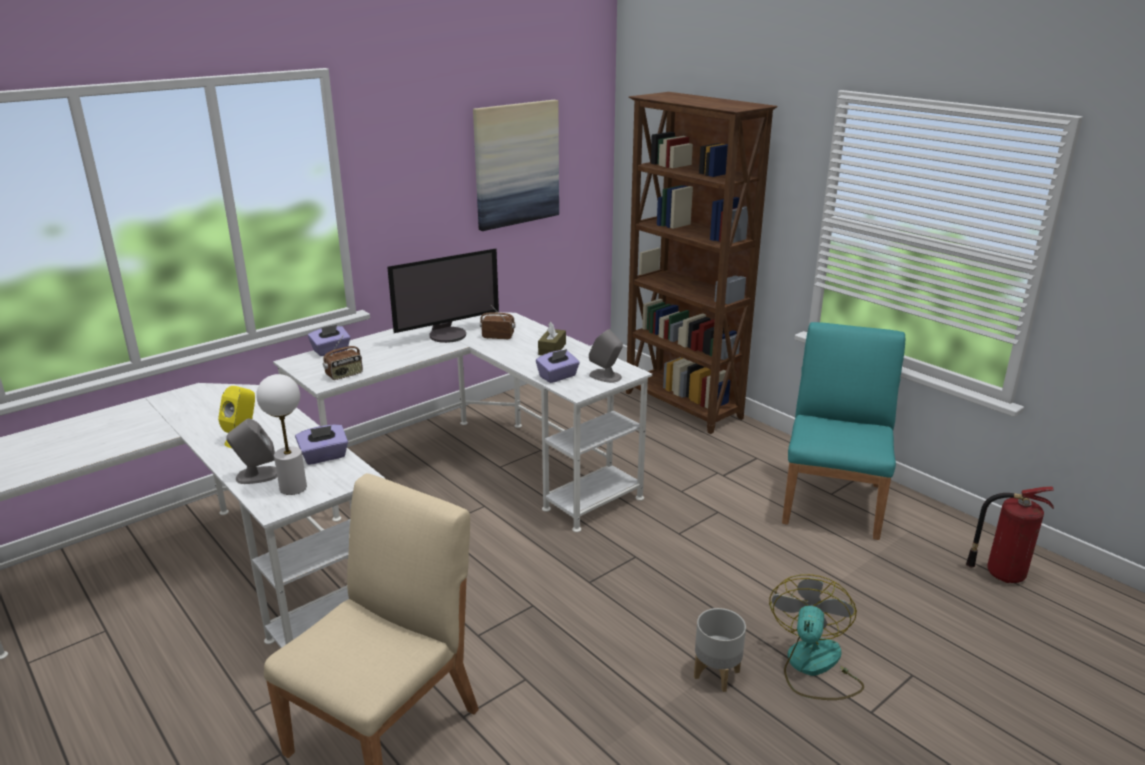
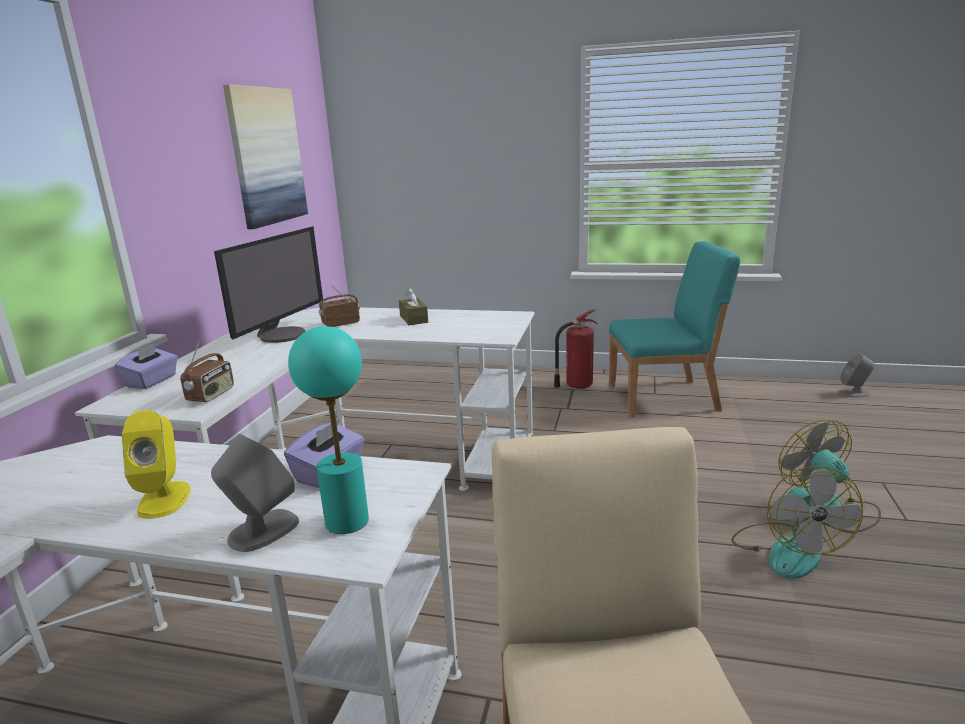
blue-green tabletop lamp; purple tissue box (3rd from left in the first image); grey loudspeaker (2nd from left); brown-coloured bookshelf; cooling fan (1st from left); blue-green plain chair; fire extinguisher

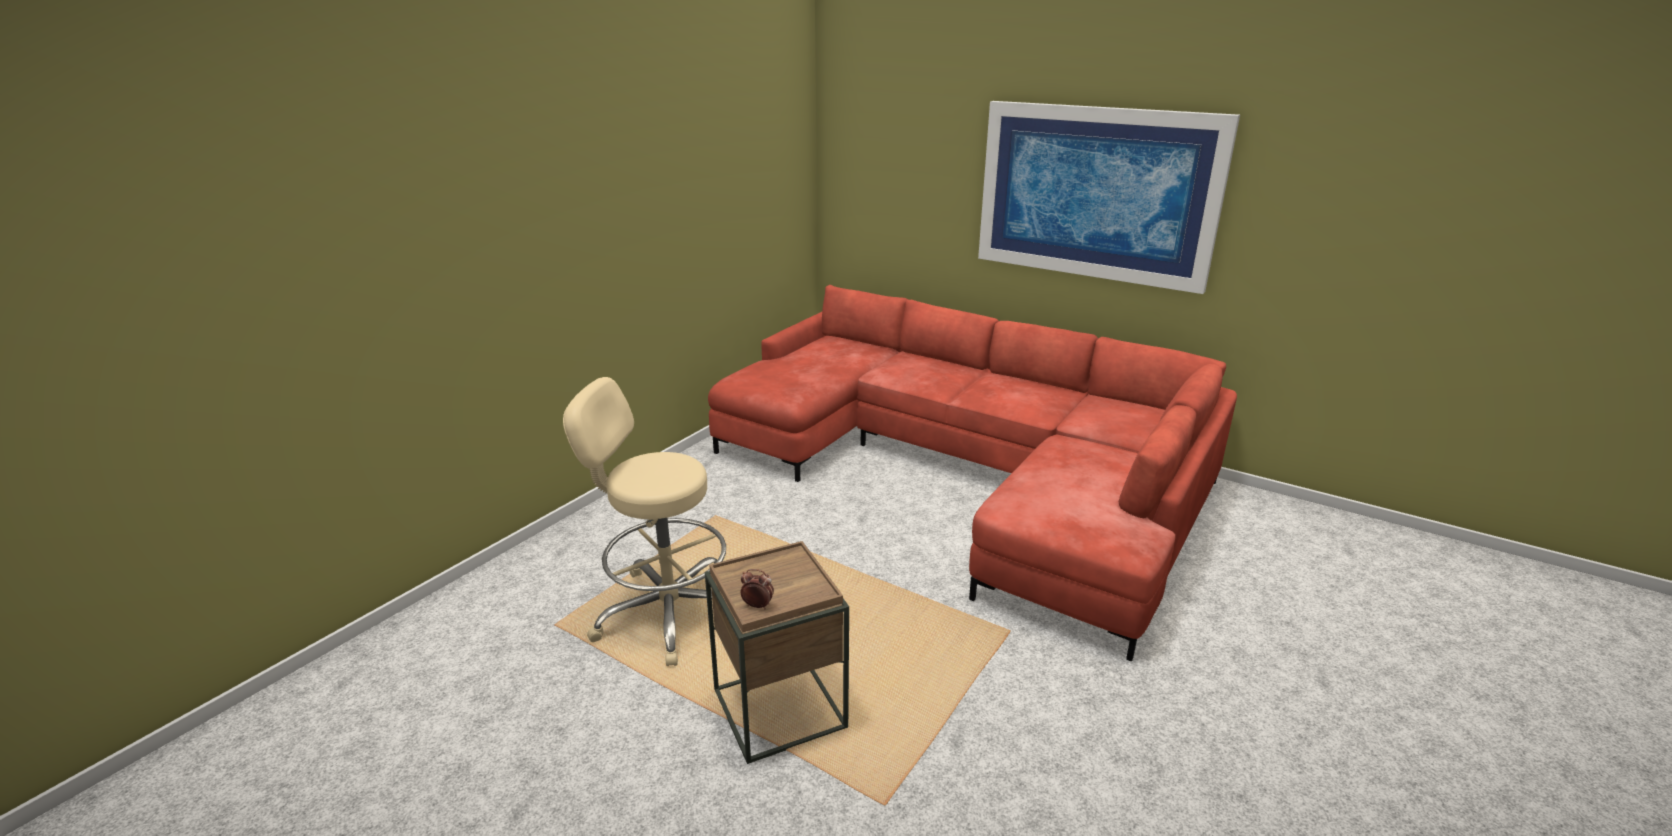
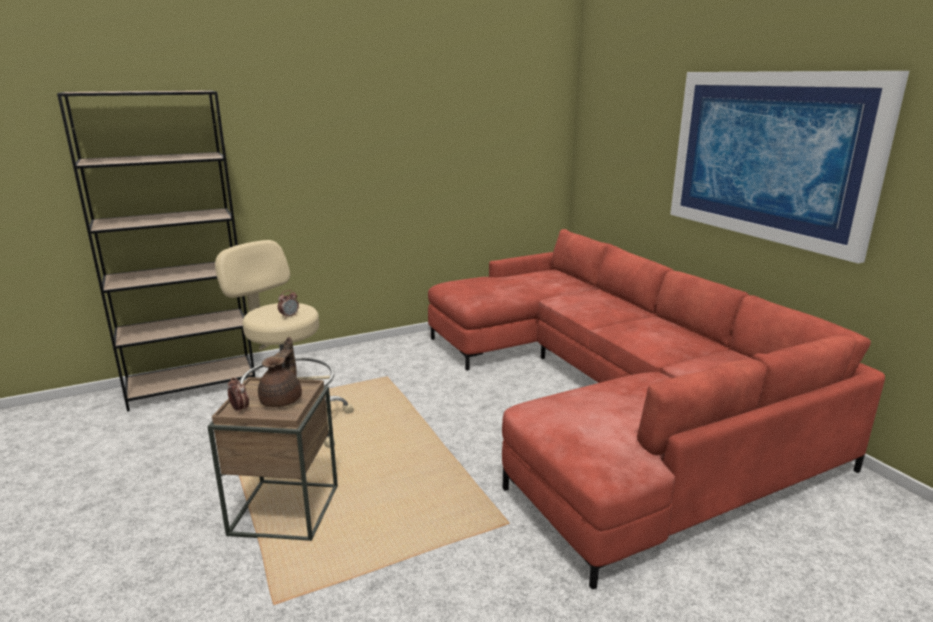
beige-coloured bookshelf; brown-coloured teapot; alarm clock (2nd from left)

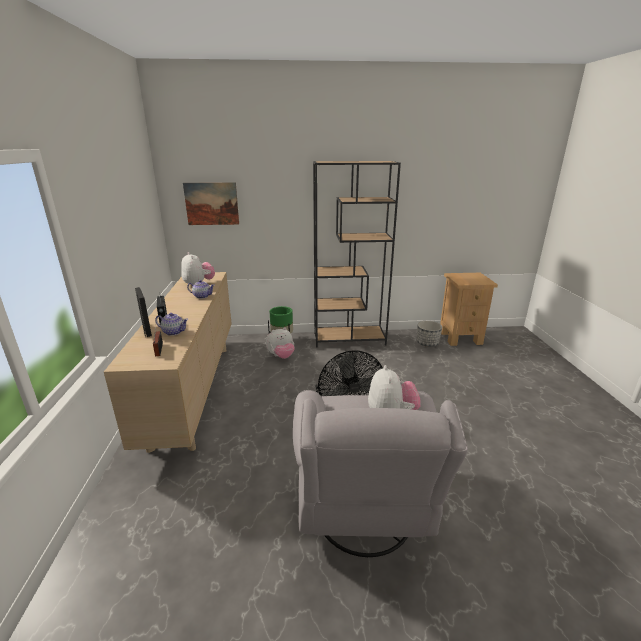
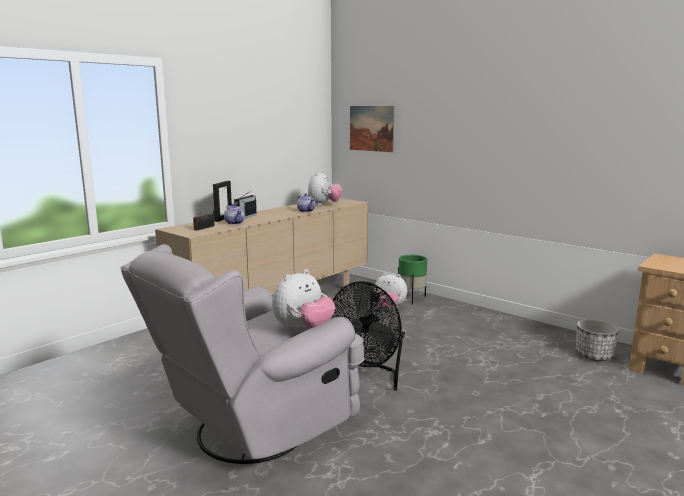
bookshelf

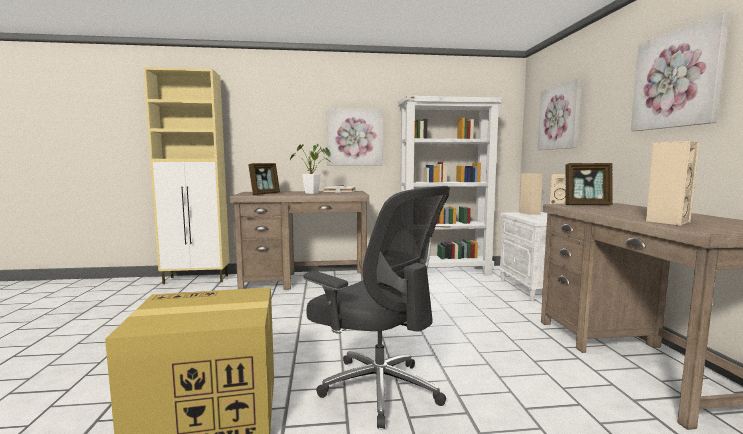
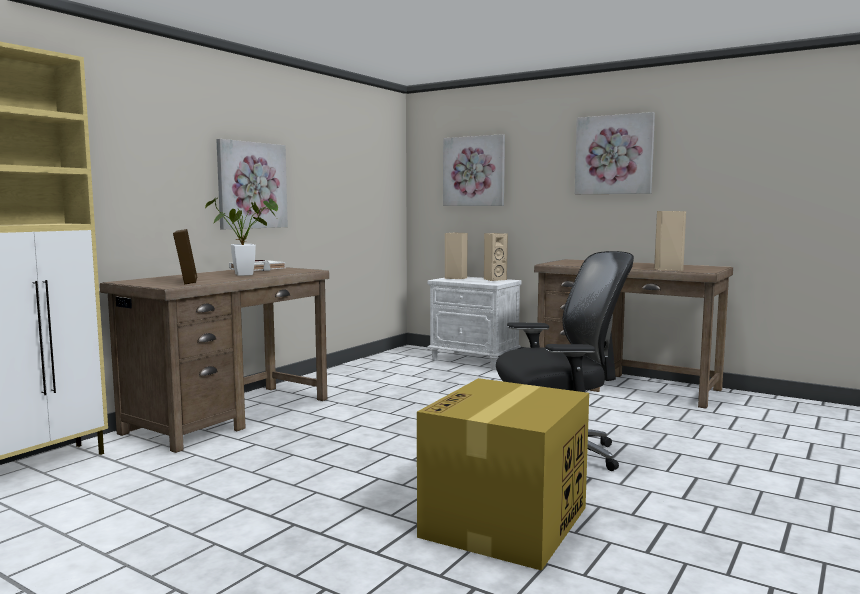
white bookshelf; standing frame (2nd from left in the first image)

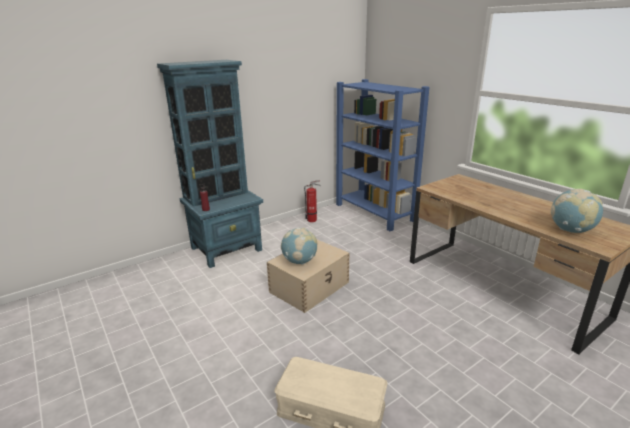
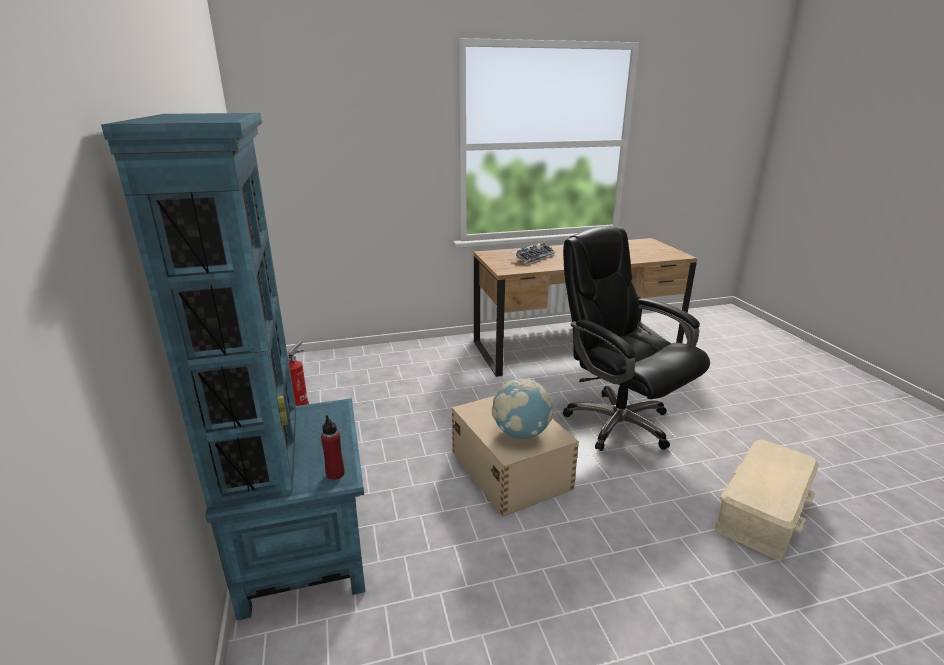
blue bookshelf; desk globe (2nd from left in the first image); PC keyboard; black desk chair

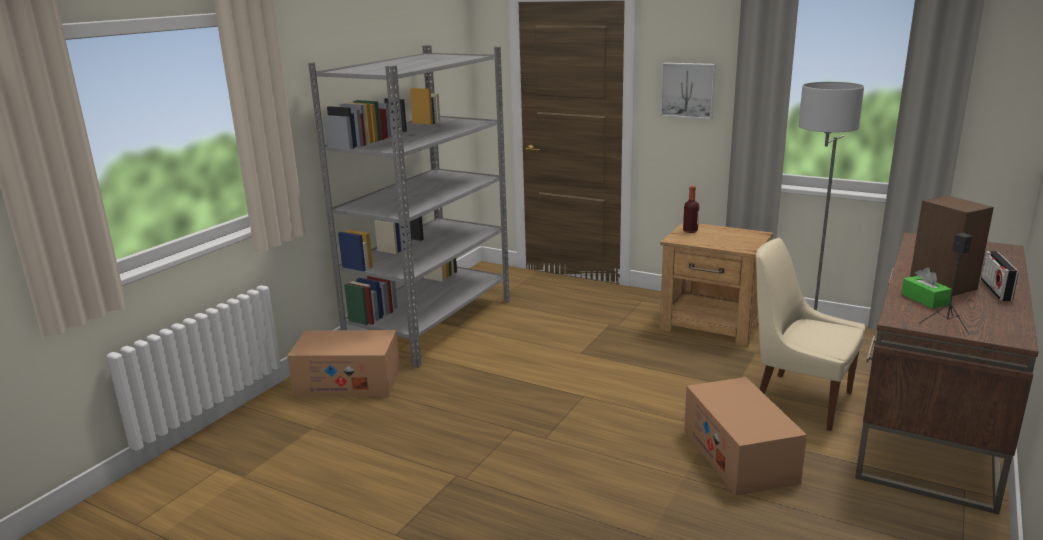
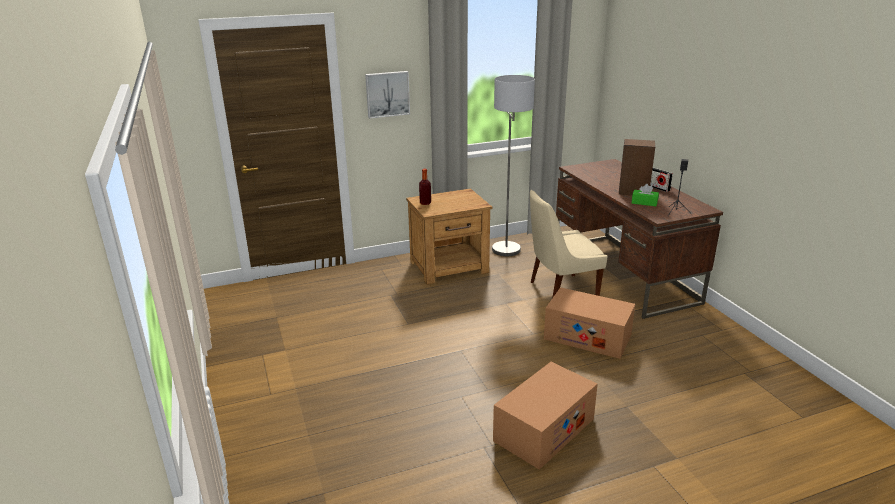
packing box (1st from left); grey bookshelf

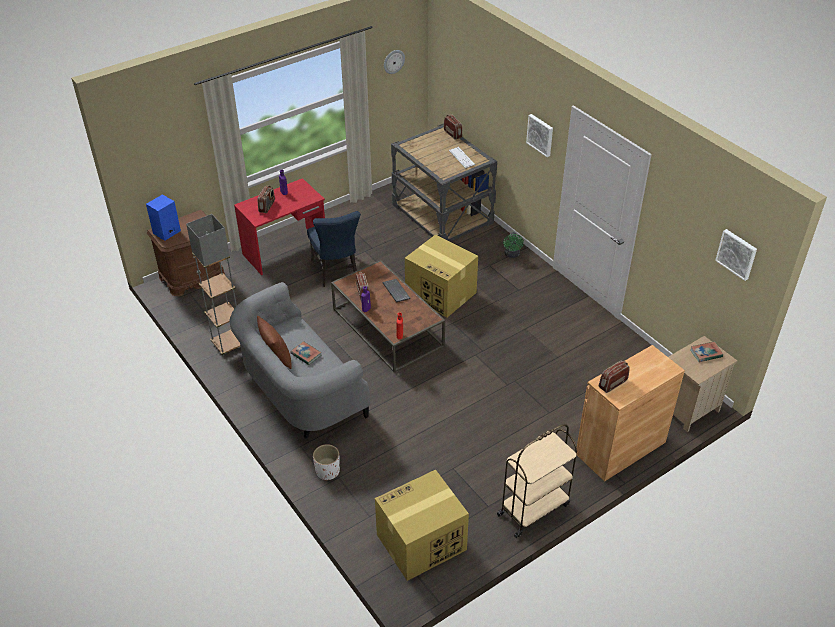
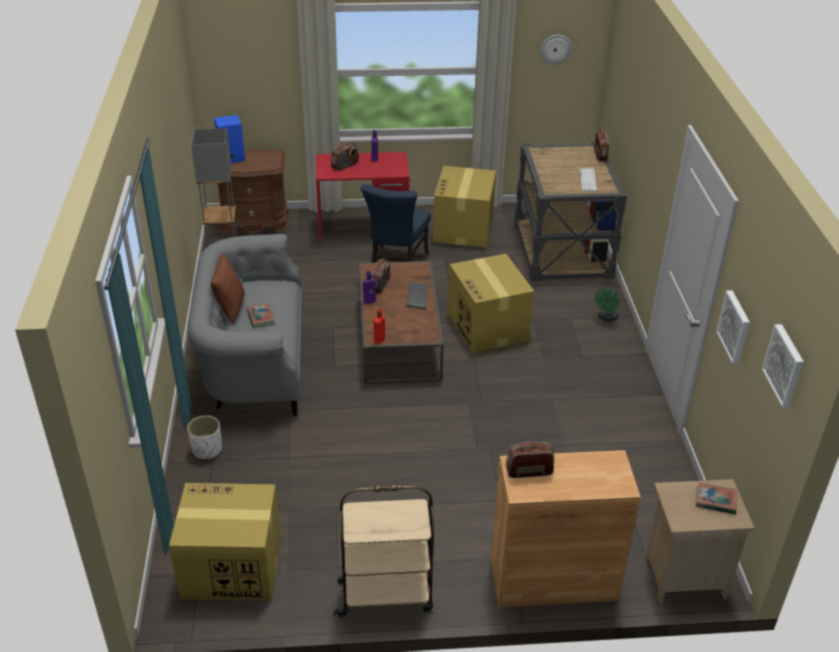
wall art (1st from left); packing box (2nd from left)

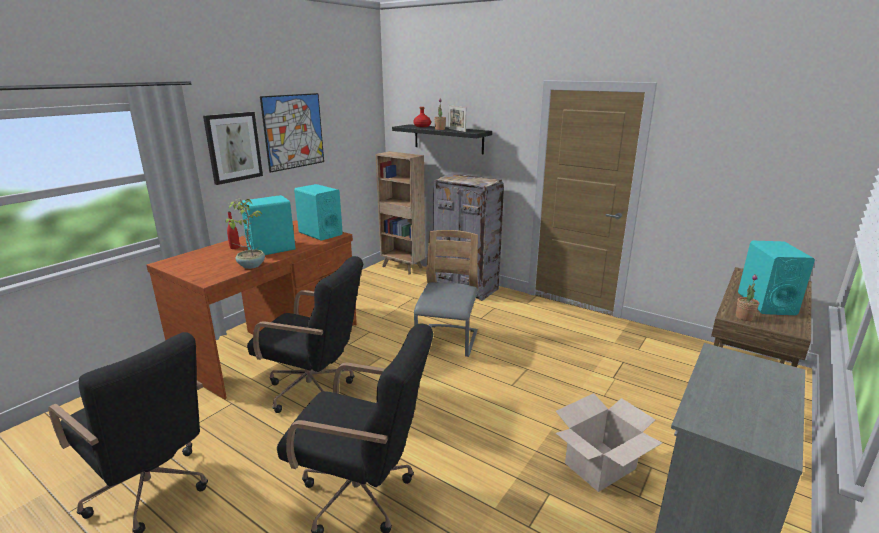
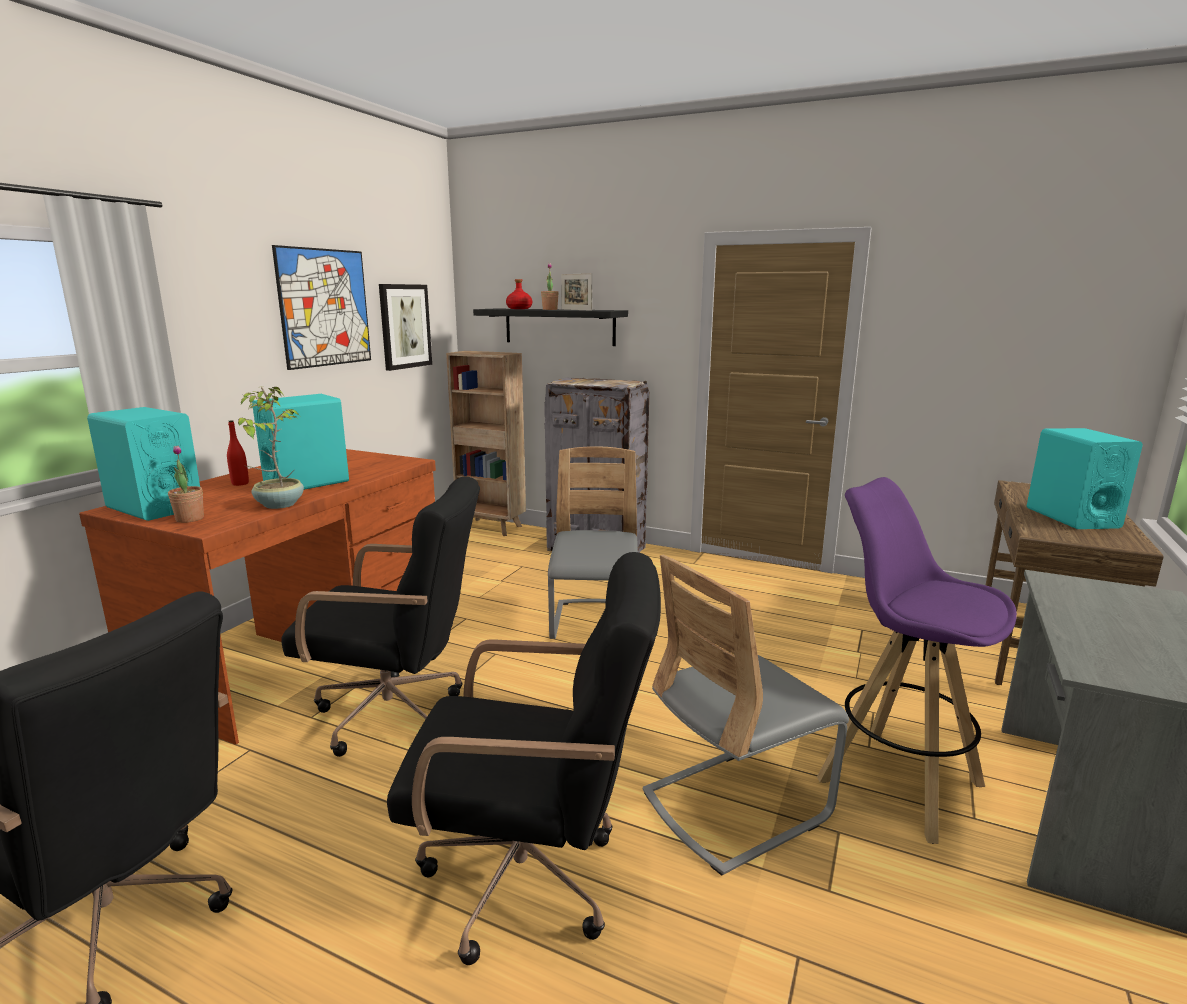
wall art (2nd from left); blue-green loudspeaker (1st from left); purple stool; houseplant (1st from left); grey plain chair (2nd from left)

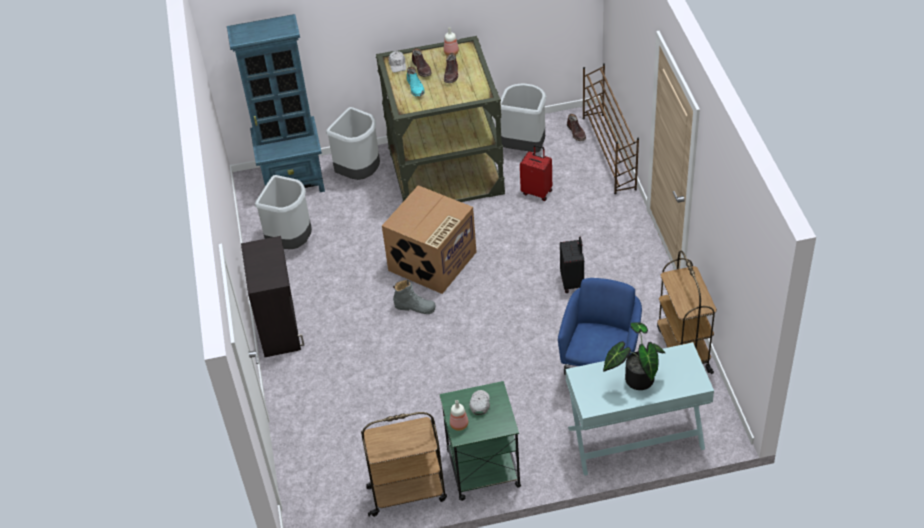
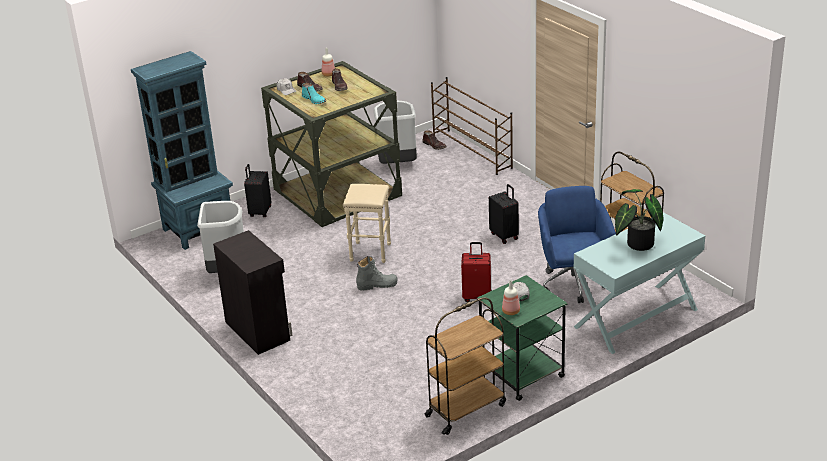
black suitcase (1st from left); beige-coloured stool; red suitcase

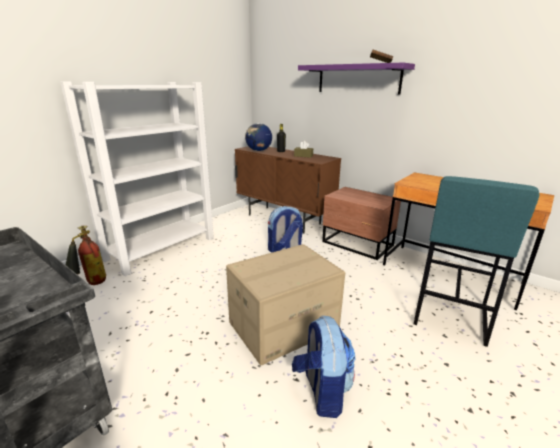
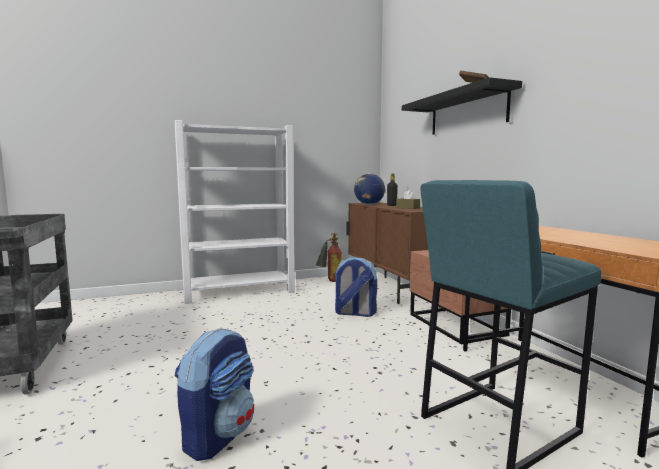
fire extinguisher; packing box; black bracket shelf

